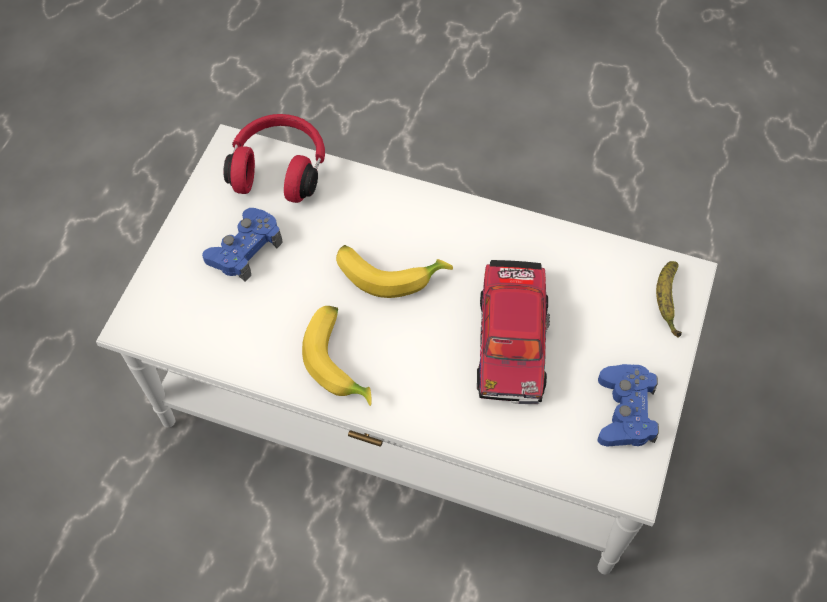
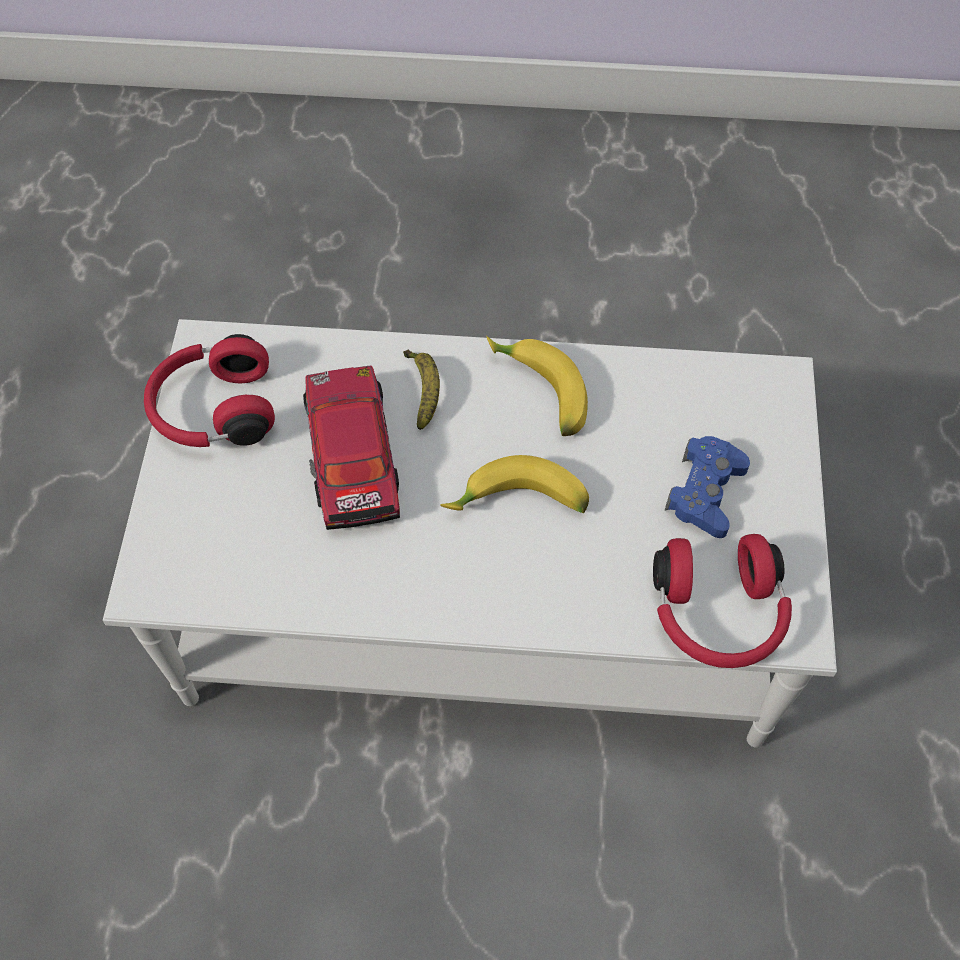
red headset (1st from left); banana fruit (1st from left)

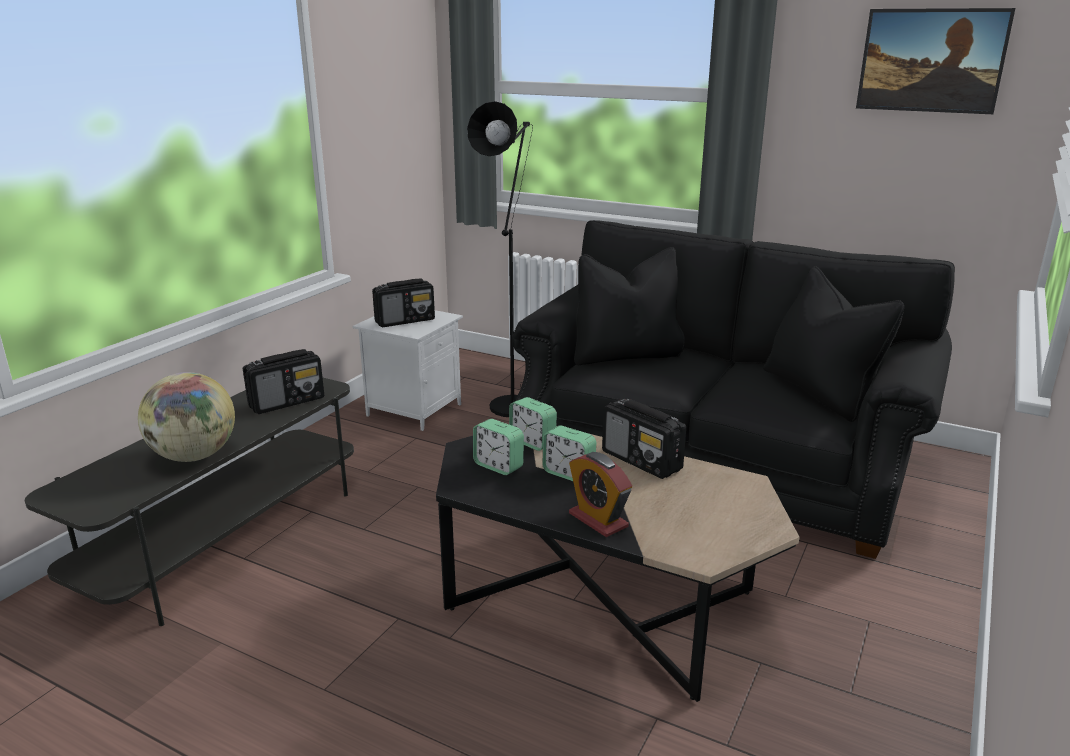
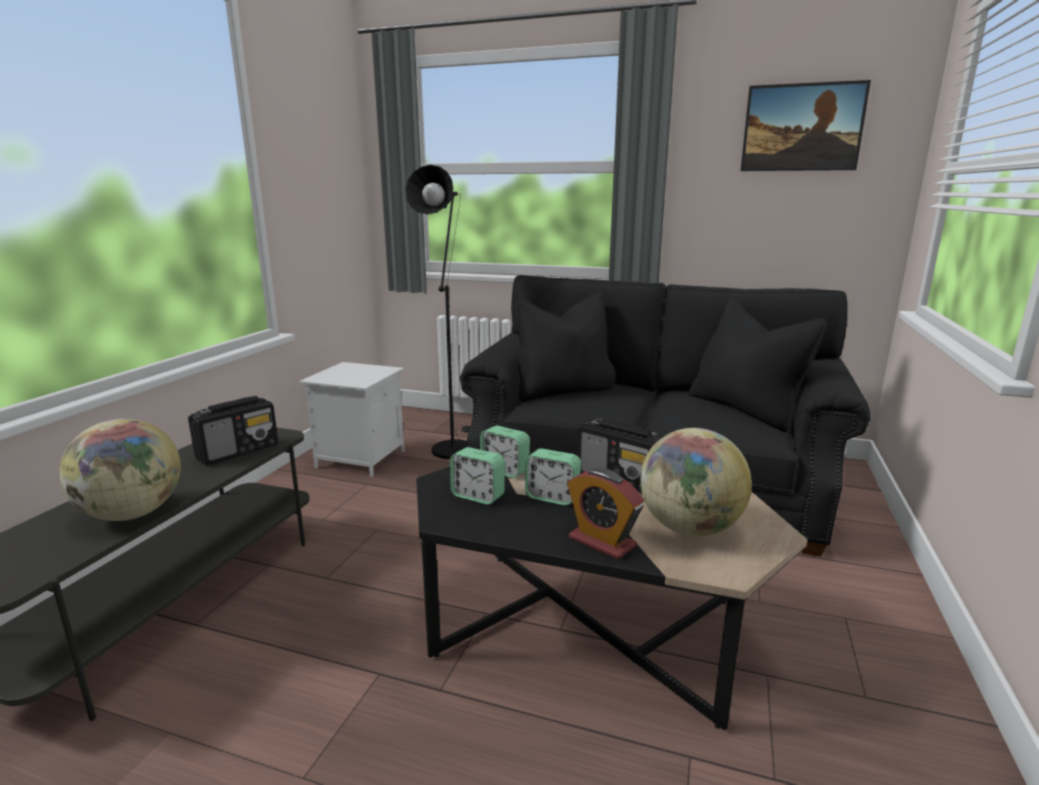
radio set (2nd from left in the first image); desk globe (2nd from left)

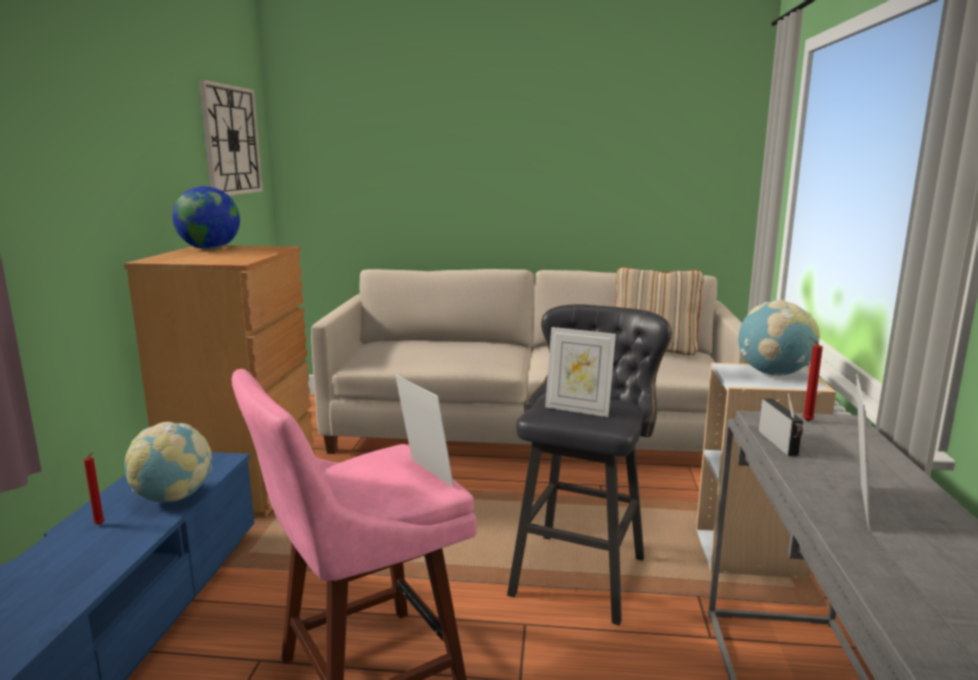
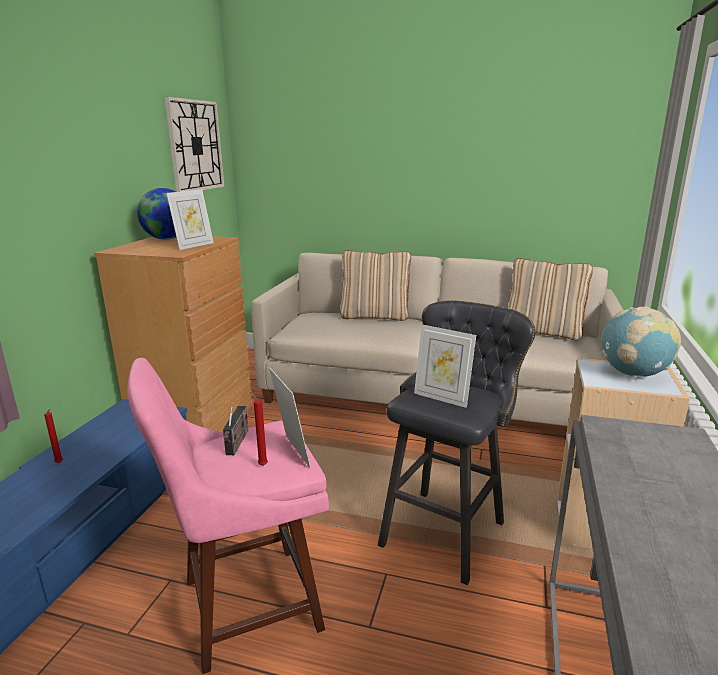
desk globe (1st from left in the first image); radio set; red wax light (2nd from left); standing frame (1st from left); beige-coloured pillow (1st from left)

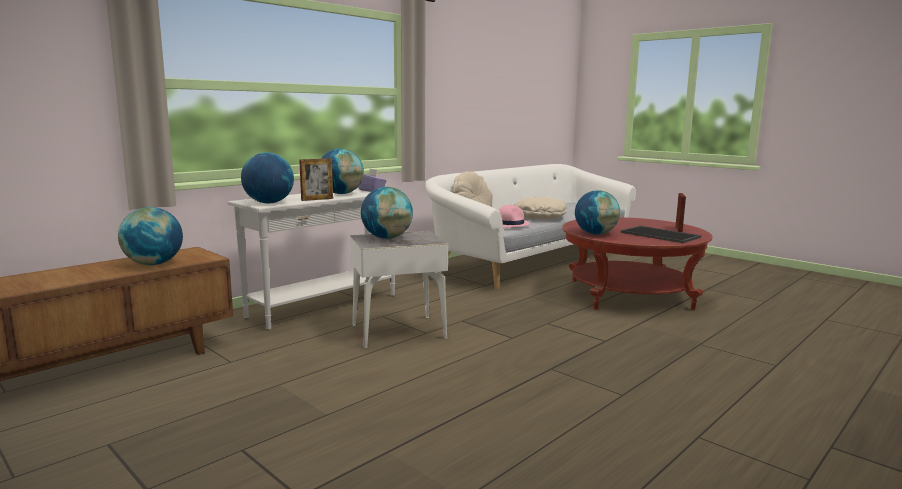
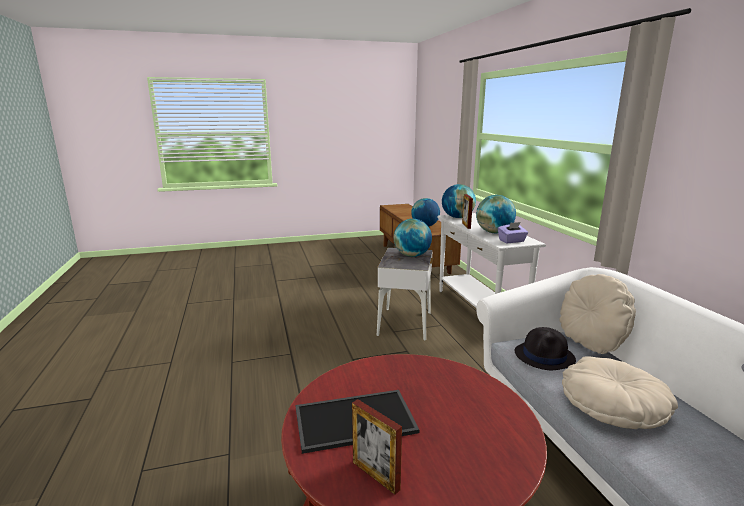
black wearable hat; desk globe (5th from left in the first image)

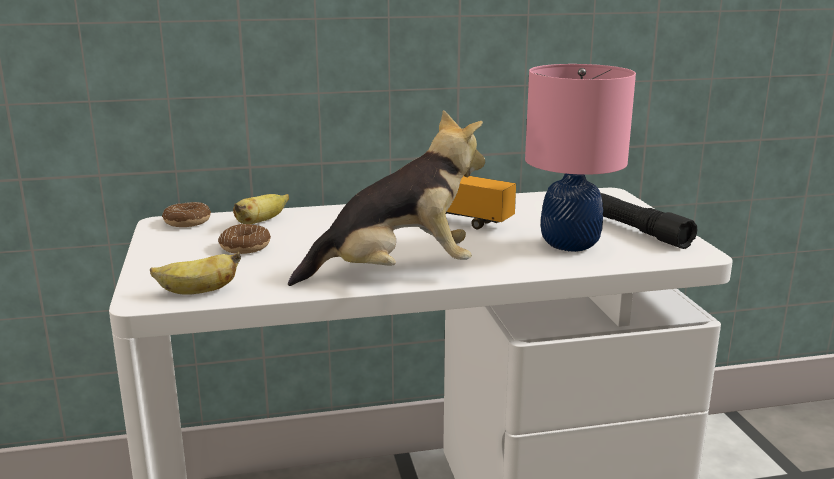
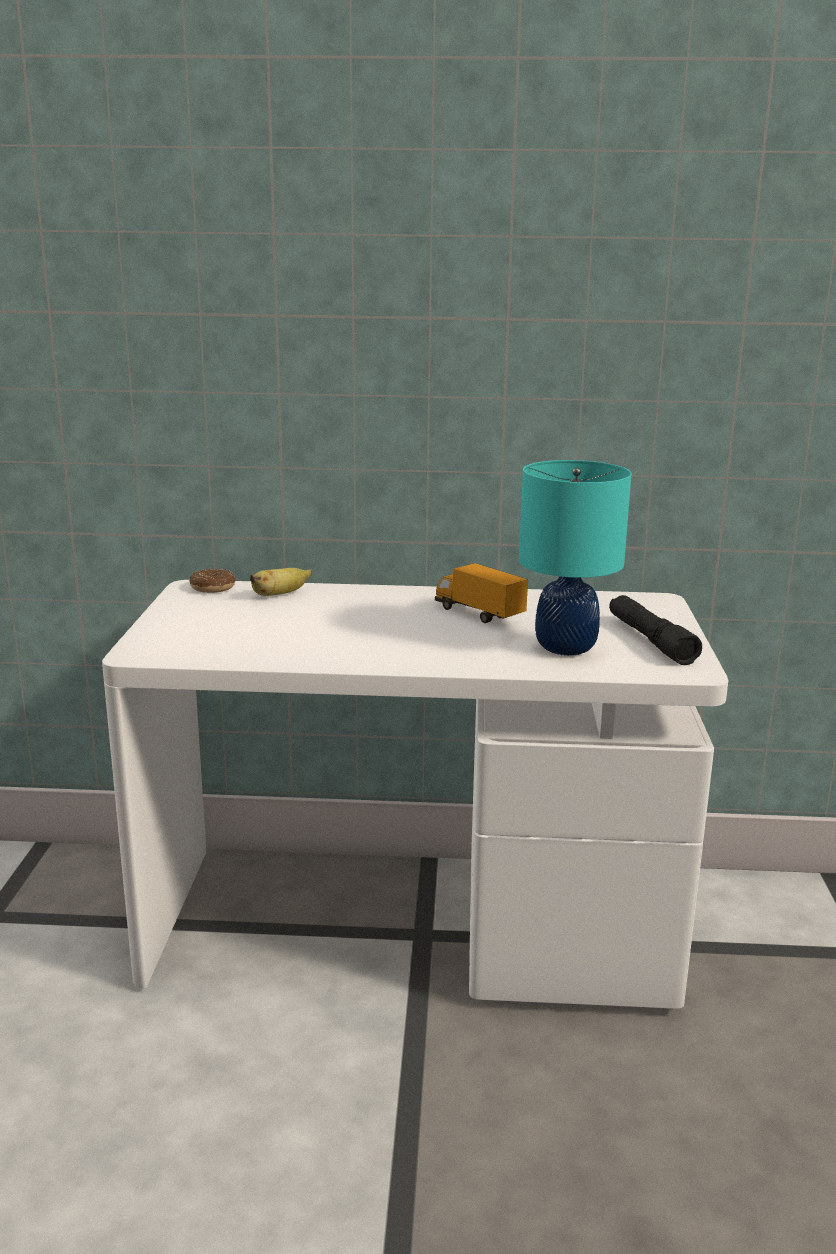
banana fruit (1st from left in the first image); doughnut (2nd from left in the first image); cuddly toy; blue-green tabletop lamp

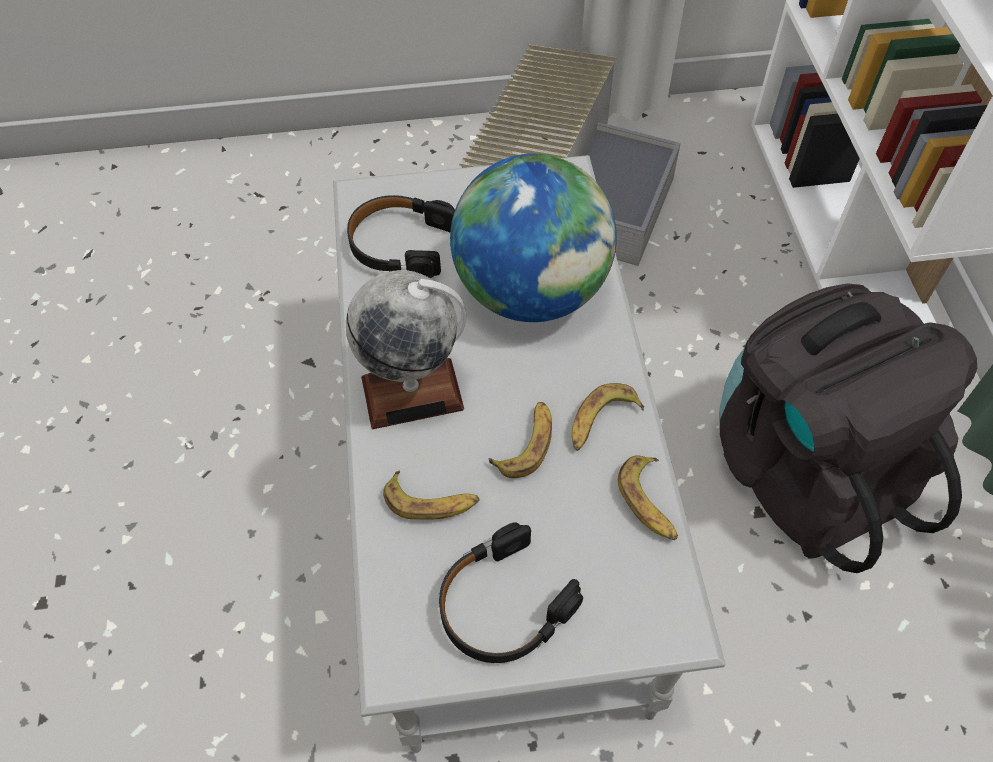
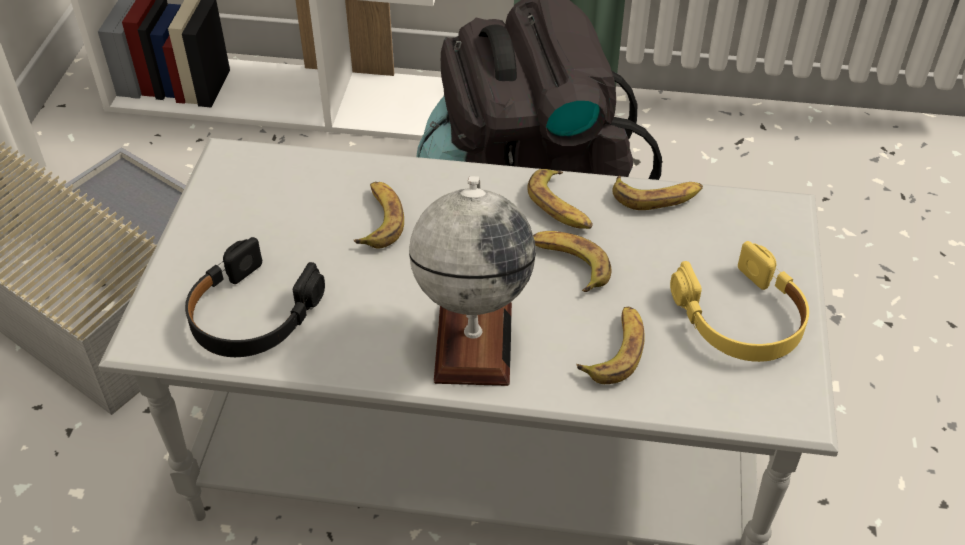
yellow headset; banana fruit (1st from left)

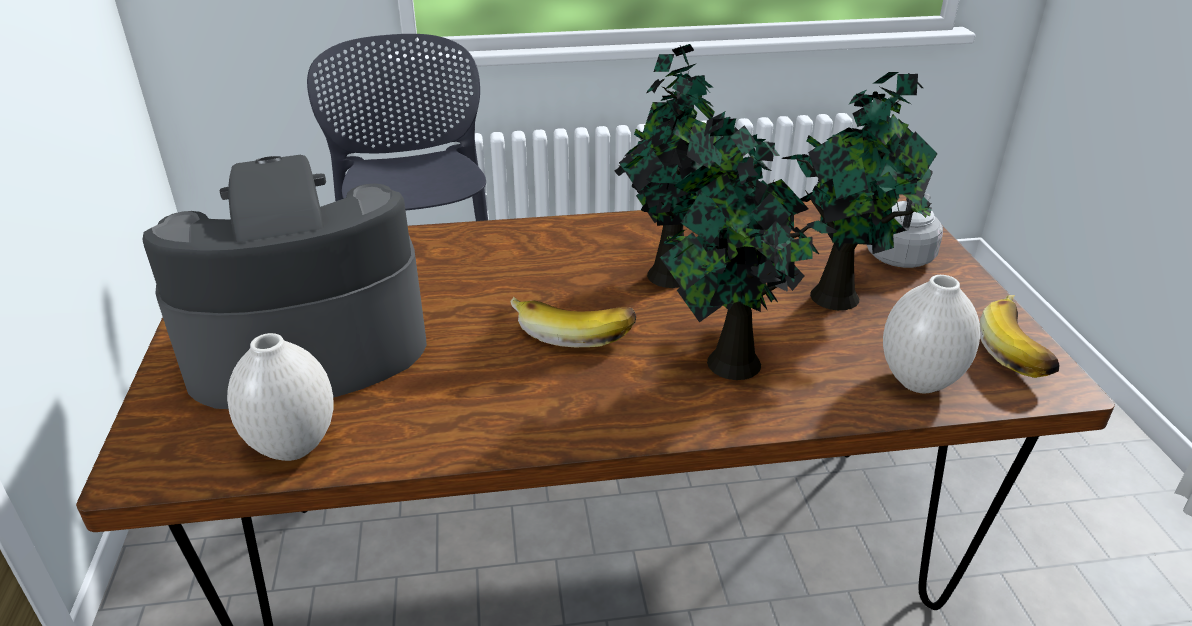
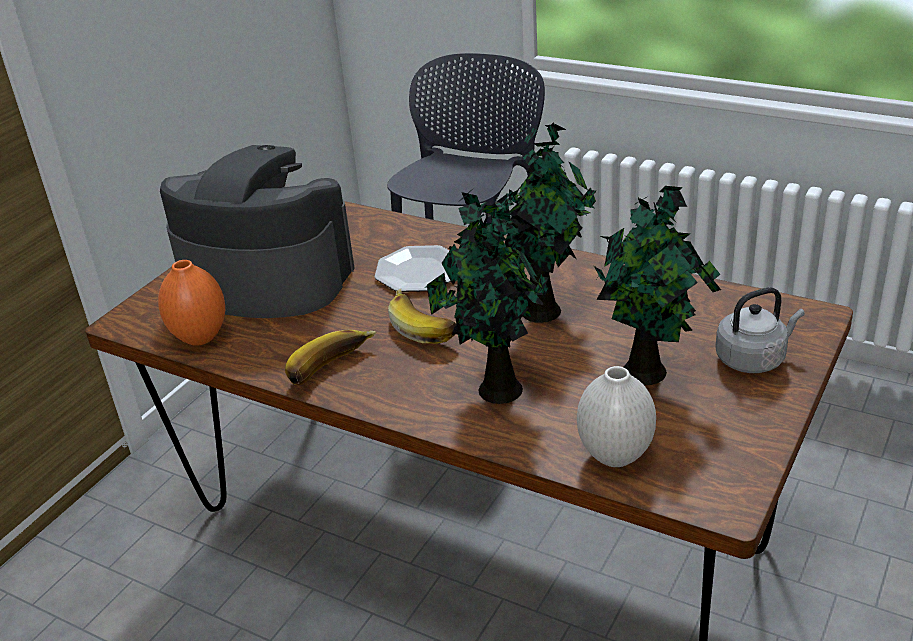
orange-coloured flower vase; banana fruit (1st from left); plate

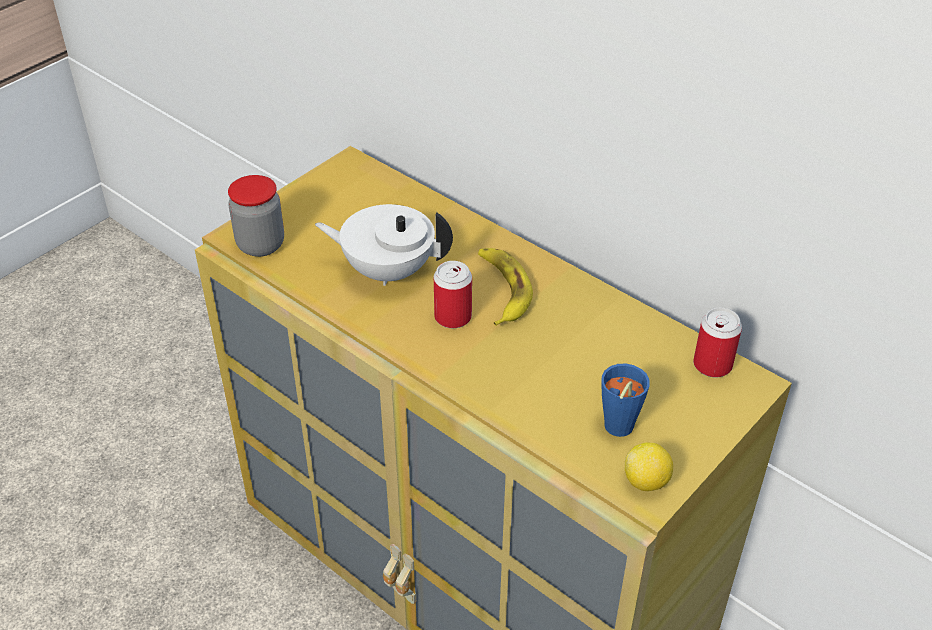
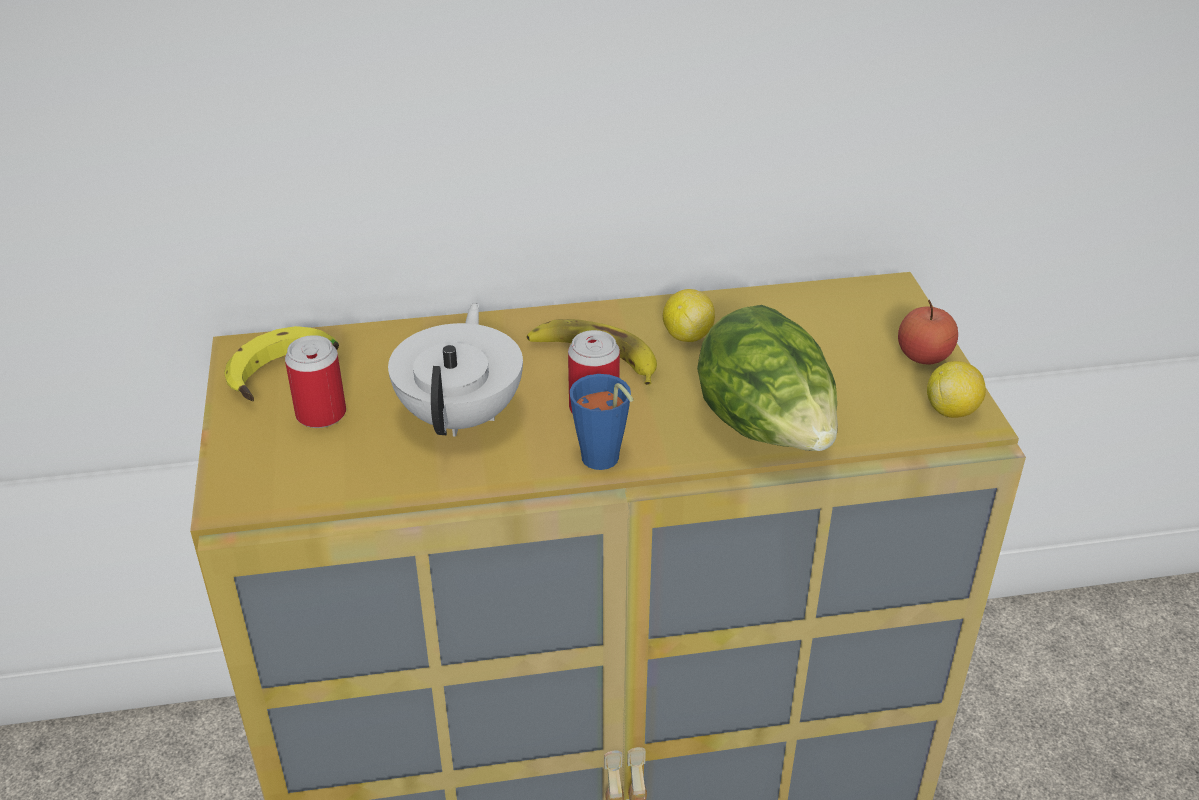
jar; white teapot; blue small cup; can (1st from left); banana fruit (1st from left); lemon (1st from left); lettuce; apple

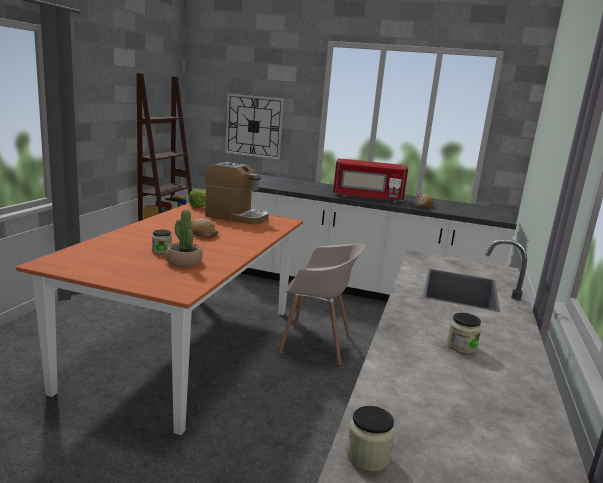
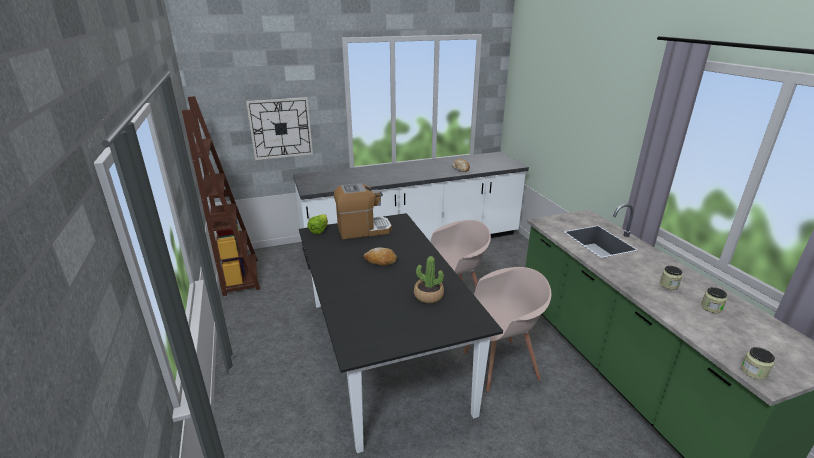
black kitchen table; jar (2nd from left); red microwave; beige-coloured plain chair (2nd from left)

